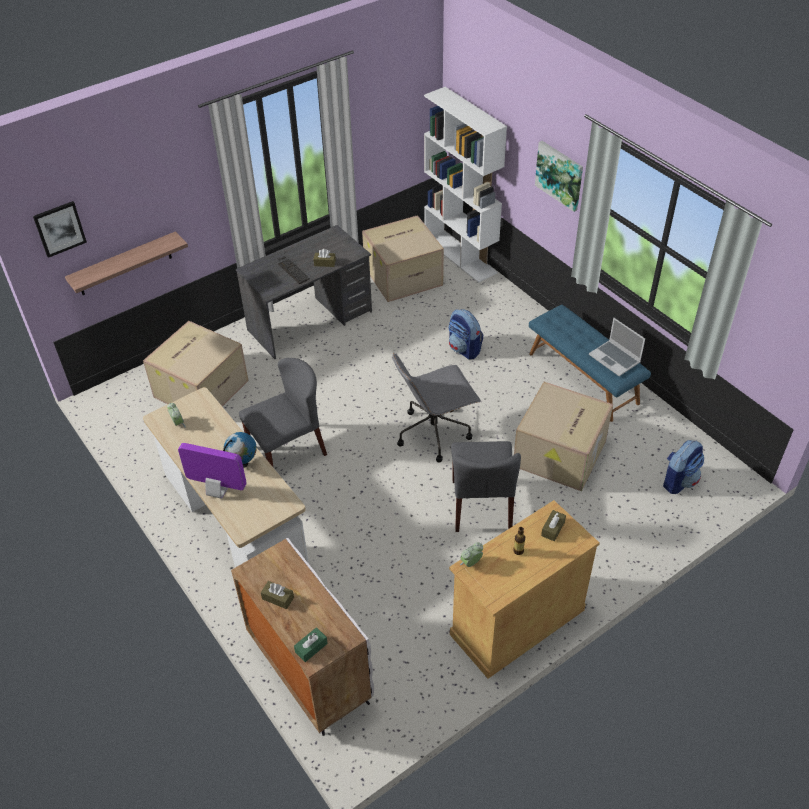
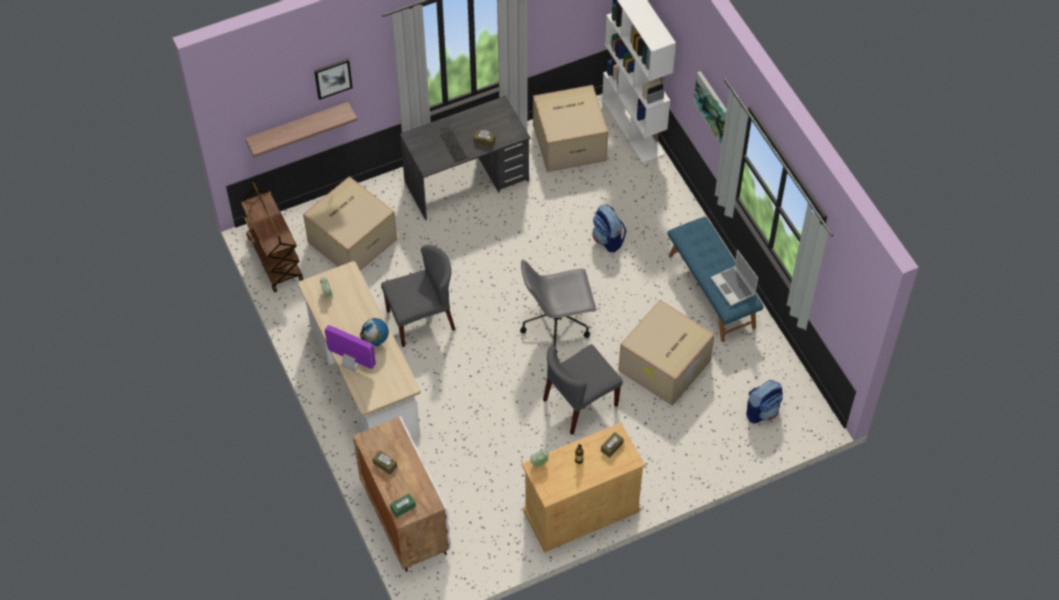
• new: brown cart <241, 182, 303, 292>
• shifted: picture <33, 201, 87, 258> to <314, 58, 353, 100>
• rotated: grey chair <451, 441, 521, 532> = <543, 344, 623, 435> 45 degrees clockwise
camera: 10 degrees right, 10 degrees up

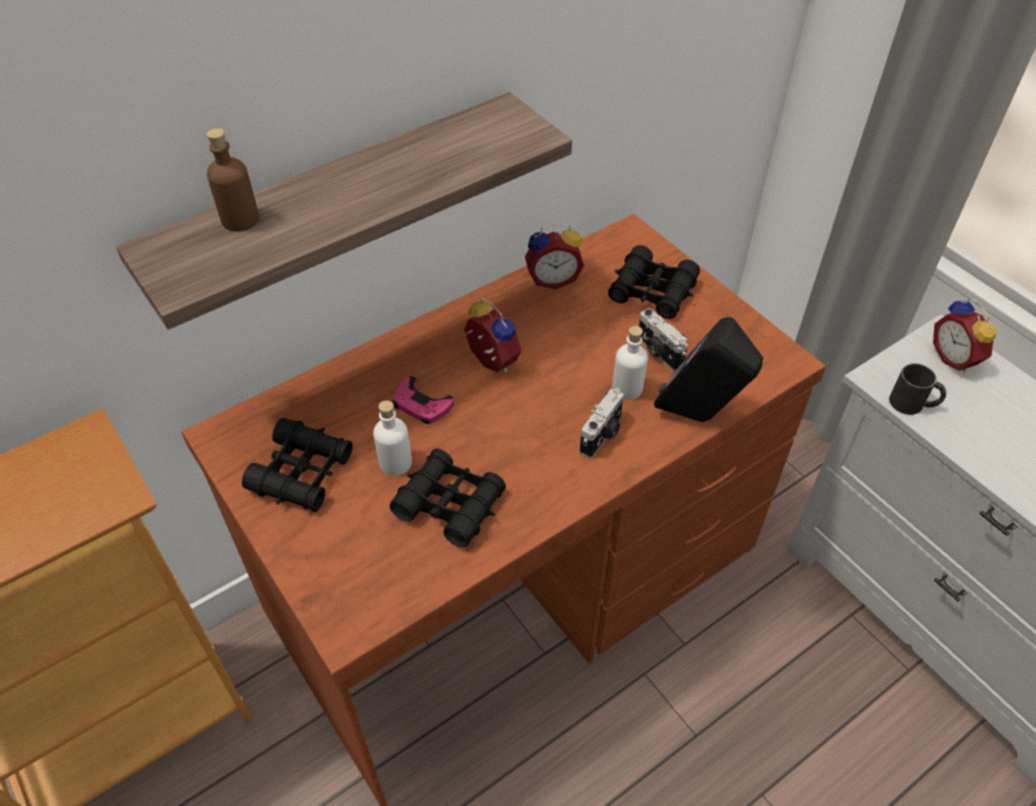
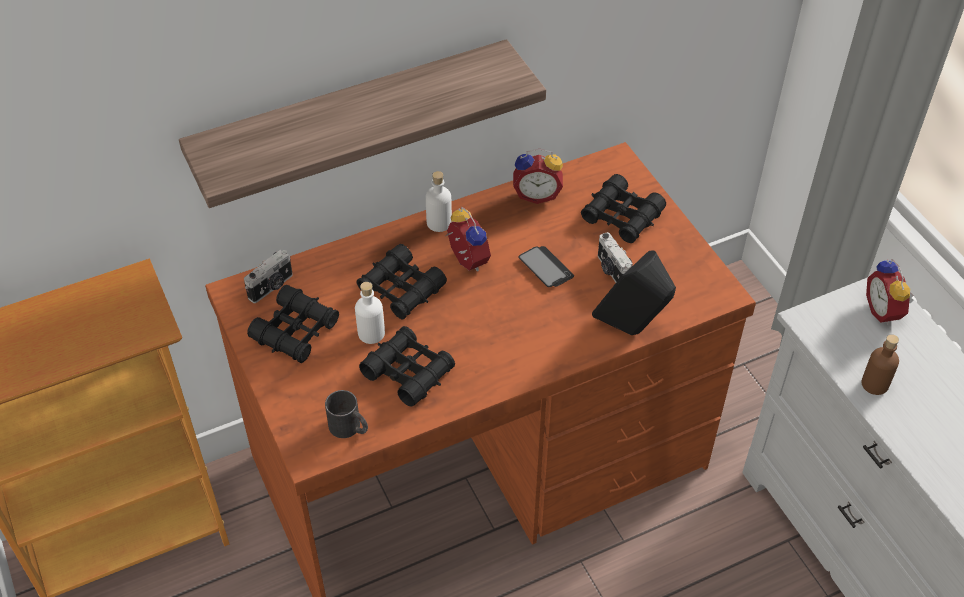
• new: phone <519, 246, 574, 287>
• shifted: brown bottle <207, 128, 259, 231> to <862, 334, 899, 395>
• shifted: photo camera <580, 388, 624, 459> to <244, 250, 293, 303>
• shifted: white bottle <612, 326, 648, 400> to <426, 171, 452, 232>
• shifted: black mug <889, 363, 946, 415> to <325, 390, 368, 438>
• swapped: pink game controller <392, 376, 454, 424> to black binoculars <356, 244, 447, 319>
camera: 10 degrees right, 0 degrees up

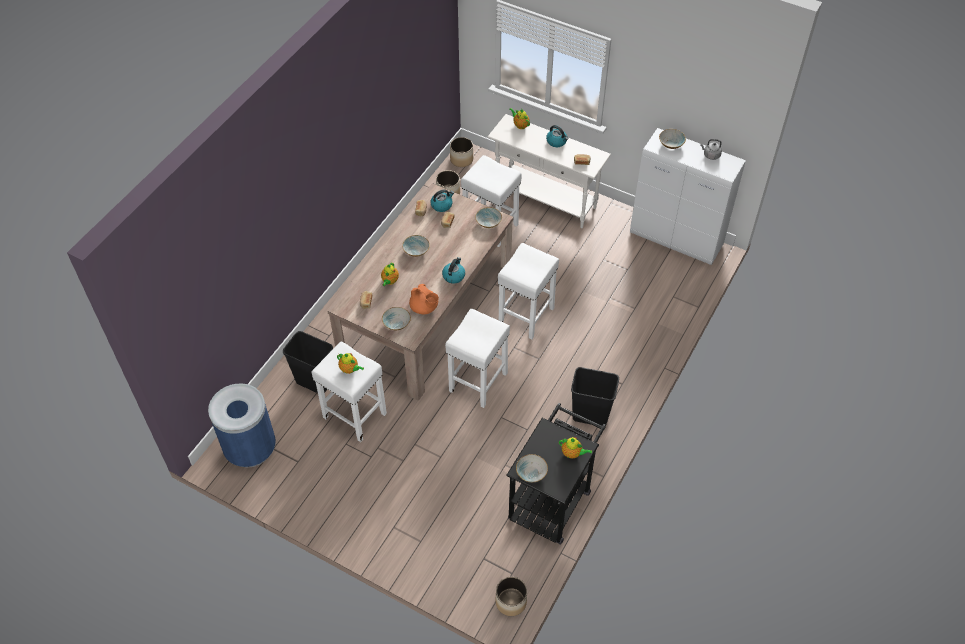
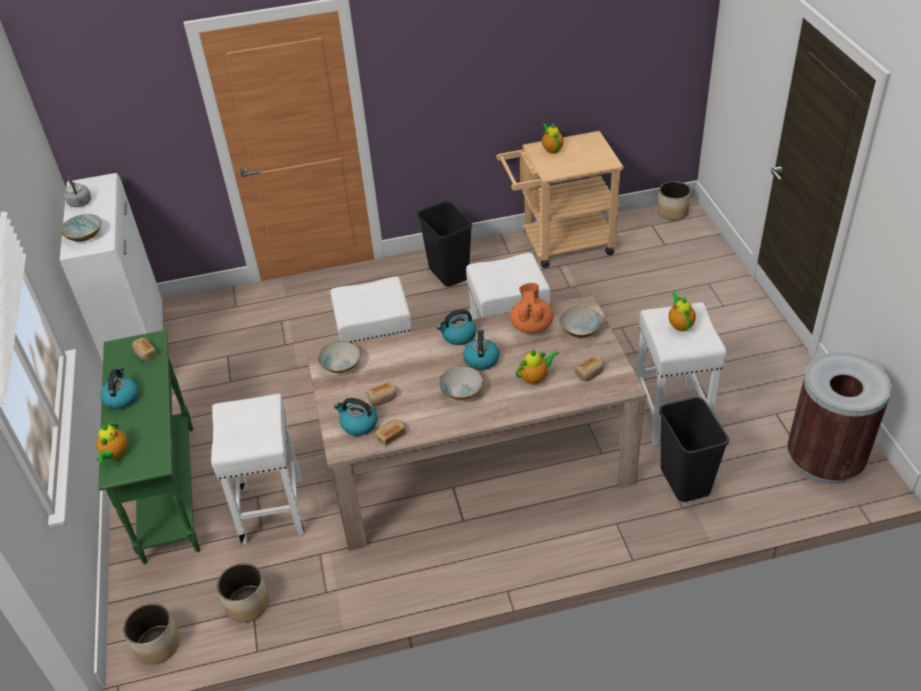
• gone: bowl <516, 454, 548, 482>
• new: kettle <463, 330, 499, 370>
• repainted: blue trash can <208, 383, 276, 467> to brown trash can <787, 352, 892, 484>
• repainted: white console table <488, 114, 611, 228> to green console table <98, 330, 200, 564>
• repainted: black cart <506, 403, 606, 544> to beige cart <496, 131, 624, 268>
camera: 130 degrees left, 10 degrees down

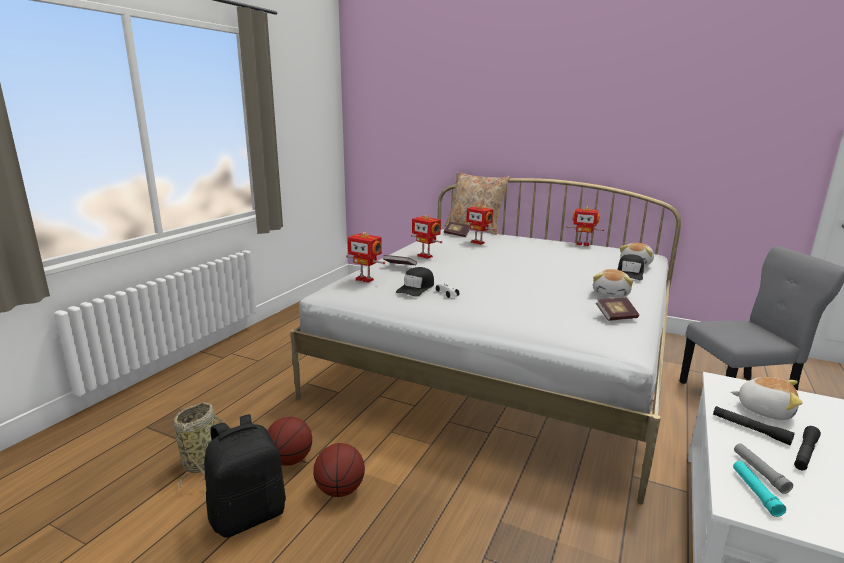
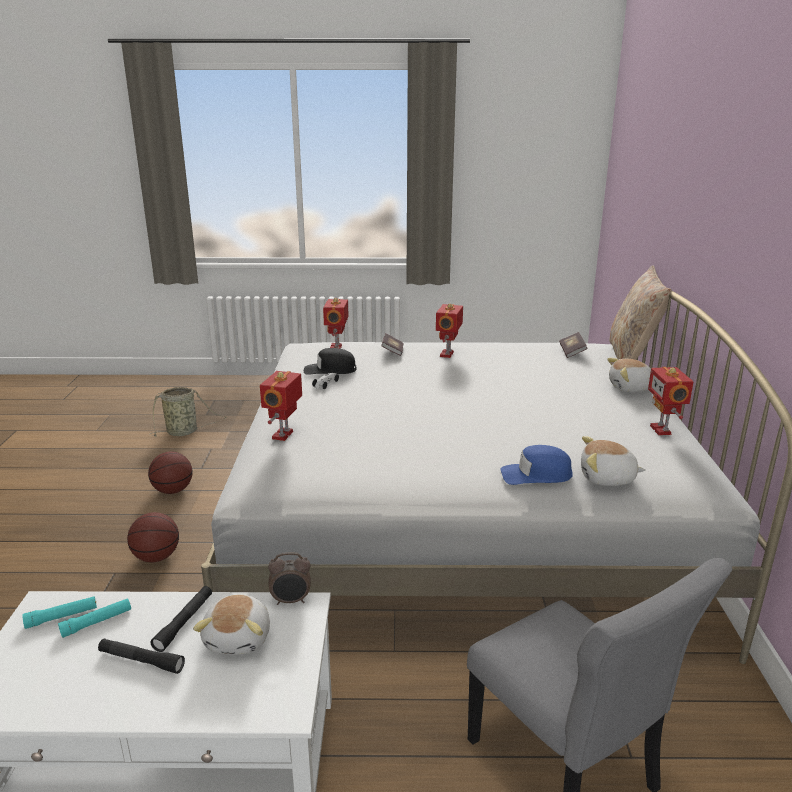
• gone: black backpack <204, 414, 286, 538>
• gone: book <596, 297, 639, 321>
• new: alarm clock <268, 552, 311, 605>
• shifted: basketball <267, 417, 312, 466> to <127, 512, 179, 562>
• shifted: toy robot <464, 205, 495, 245> to <260, 371, 302, 441>
• shifted: plush toy <593, 269, 633, 298> to <607, 358, 651, 392>
• repainted: black cap <617, 254, 644, 280> to blue cap <500, 445, 572, 485>
• repainted: grey flashlight <734, 443, 793, 494> to turquoise flashlight <58, 598, 131, 638>
camera: 65 degrees right, 5 degrees up

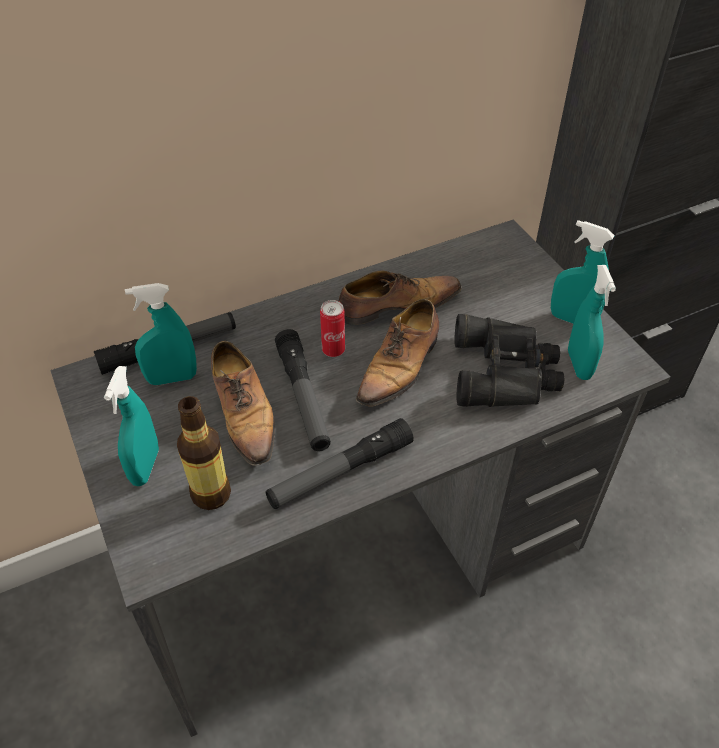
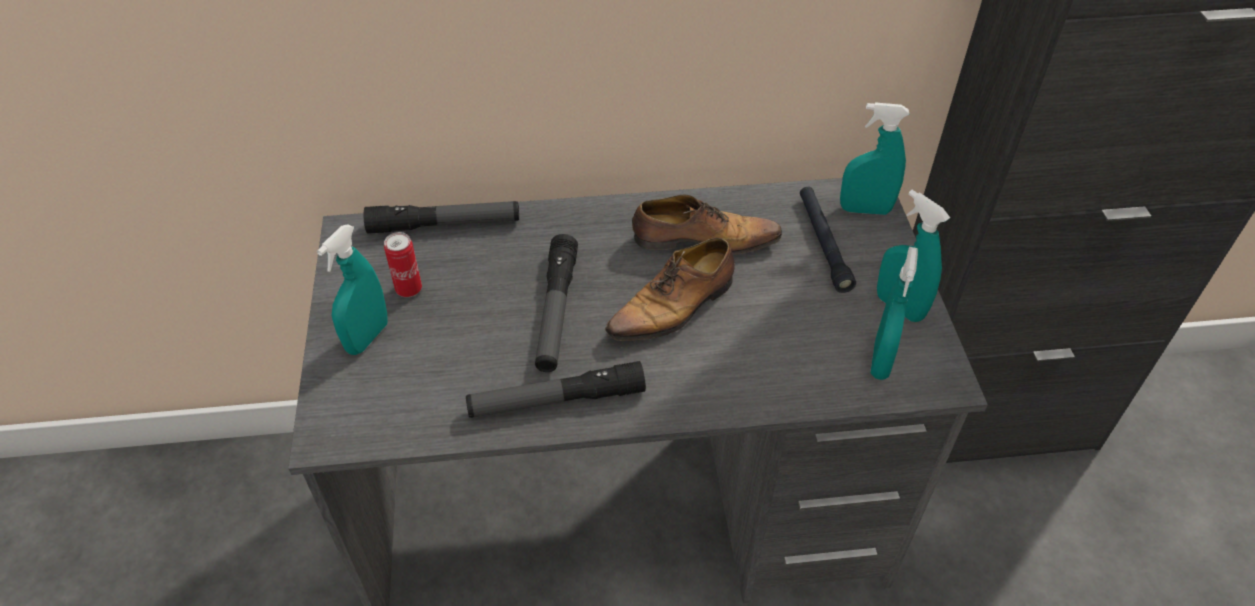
• gone: bottle <177, 396, 231, 510>
• gone: shoe <211, 341, 275, 466>
• gone: black binoculars <454, 314, 565, 407>
• new: black flashlight <800, 187, 856, 293>
• shifted: turquoise spray bottle <125, 283, 197, 385> to <840, 102, 909, 215>
• shifted: can <320, 300, 345, 357> to <384, 232, 422, 297>
camera: 20 degrees right, 0 degrees up

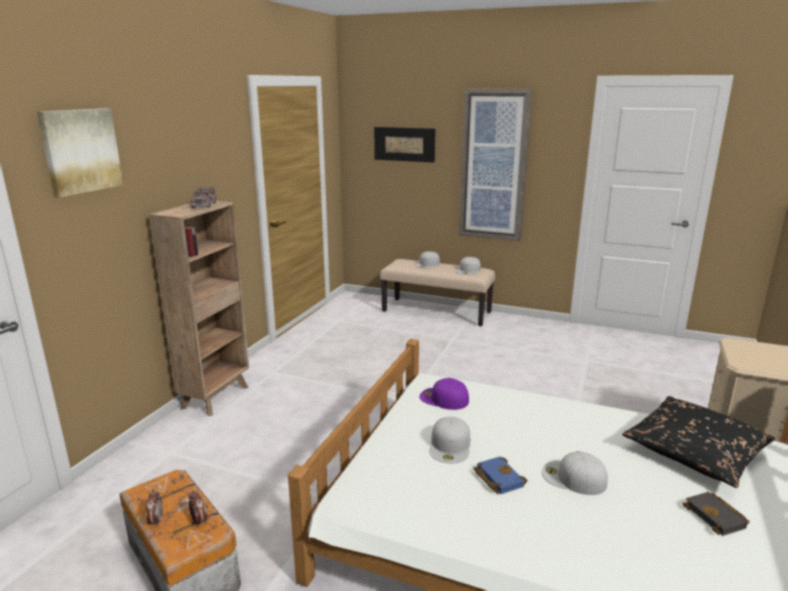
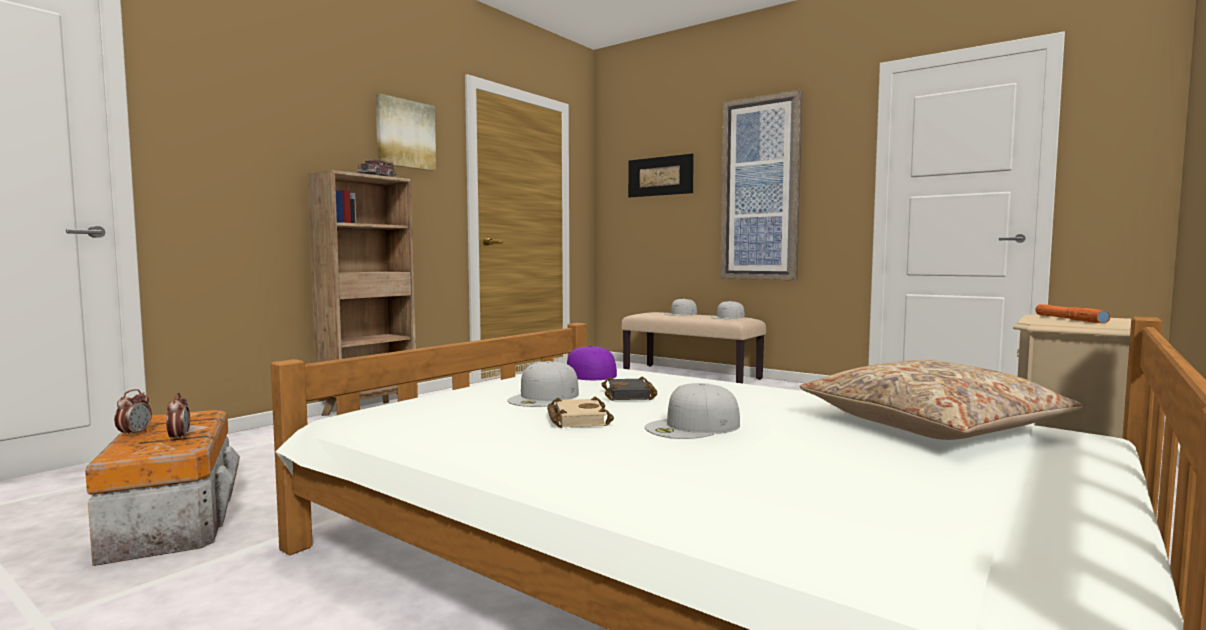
• new: orange flashlight <1036, 304, 1111, 324>
• shifted: picture <37, 108, 123, 198> to <376, 93, 436, 171>
• shifted: black book <682, 492, 750, 536> to <602, 376, 658, 401>
• repainted: blue book <474, 457, 528, 494> to beige book <547, 397, 614, 428>
• repainted: black pillow <622, 396, 775, 488> to beige pillow <800, 360, 1083, 440>
• rotated: white cap <542, 451, 608, 495> = <645, 383, 740, 439> 75 degrees counterclockwise
camera: 15 degrees right, 15 degrees down

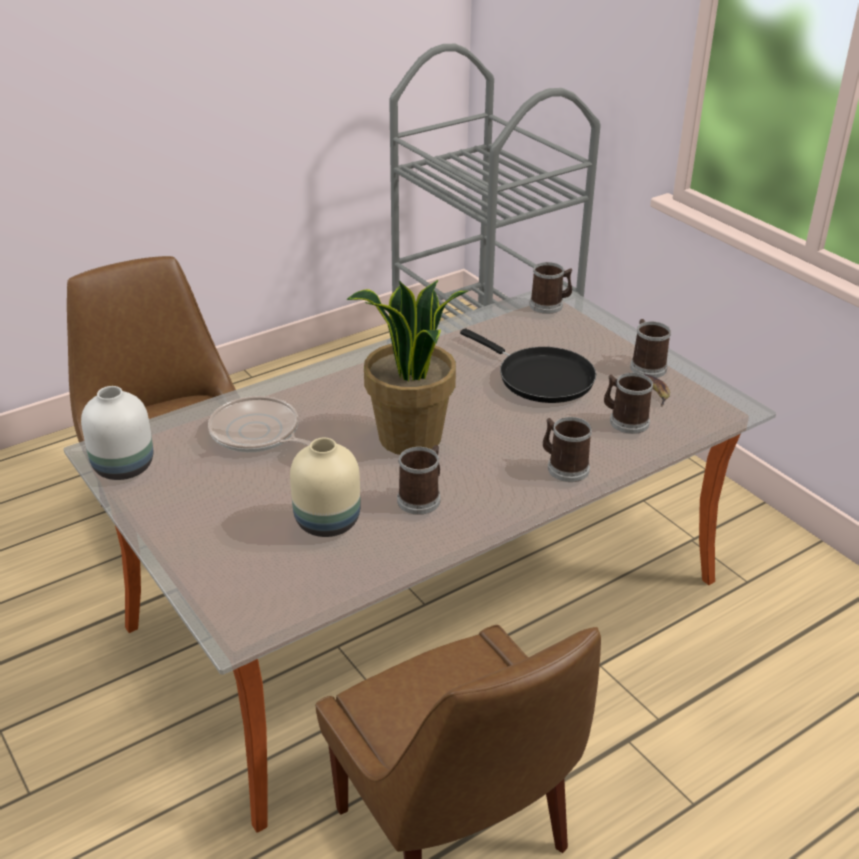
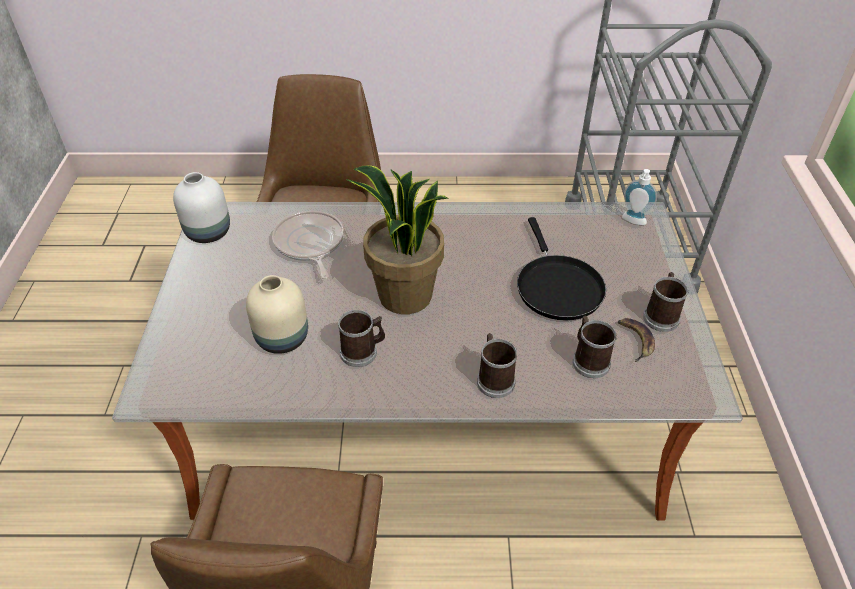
• swapped: mug <529, 262, 572, 314> to soap dispenser <622, 169, 657, 225>
camera: 35 degrees right, 10 degrees up

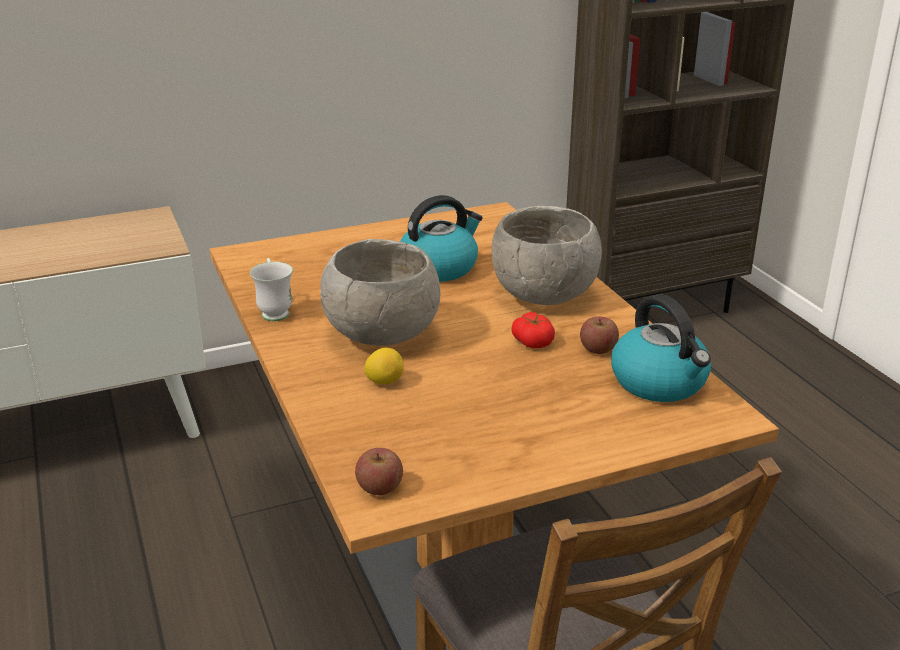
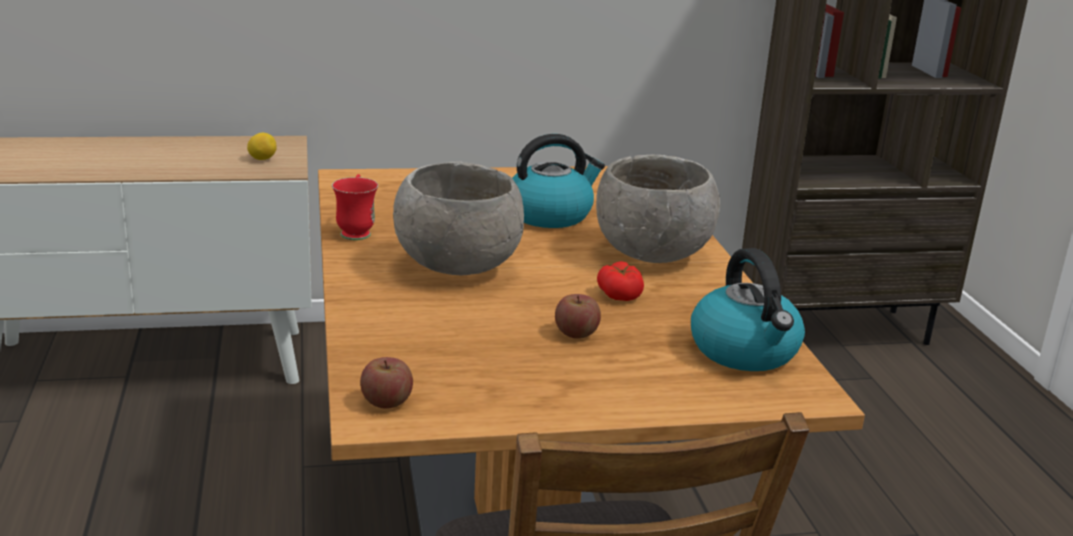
• shifted: lemon <364, 348, 404, 385> to <247, 133, 277, 160>
• shifted: apple <580, 316, 619, 354> to <555, 294, 601, 339>
• repainted: white mug <250, 258, 293, 321> to red mug <332, 174, 378, 240>
camera: 10 degrees right, 5 degrees down

